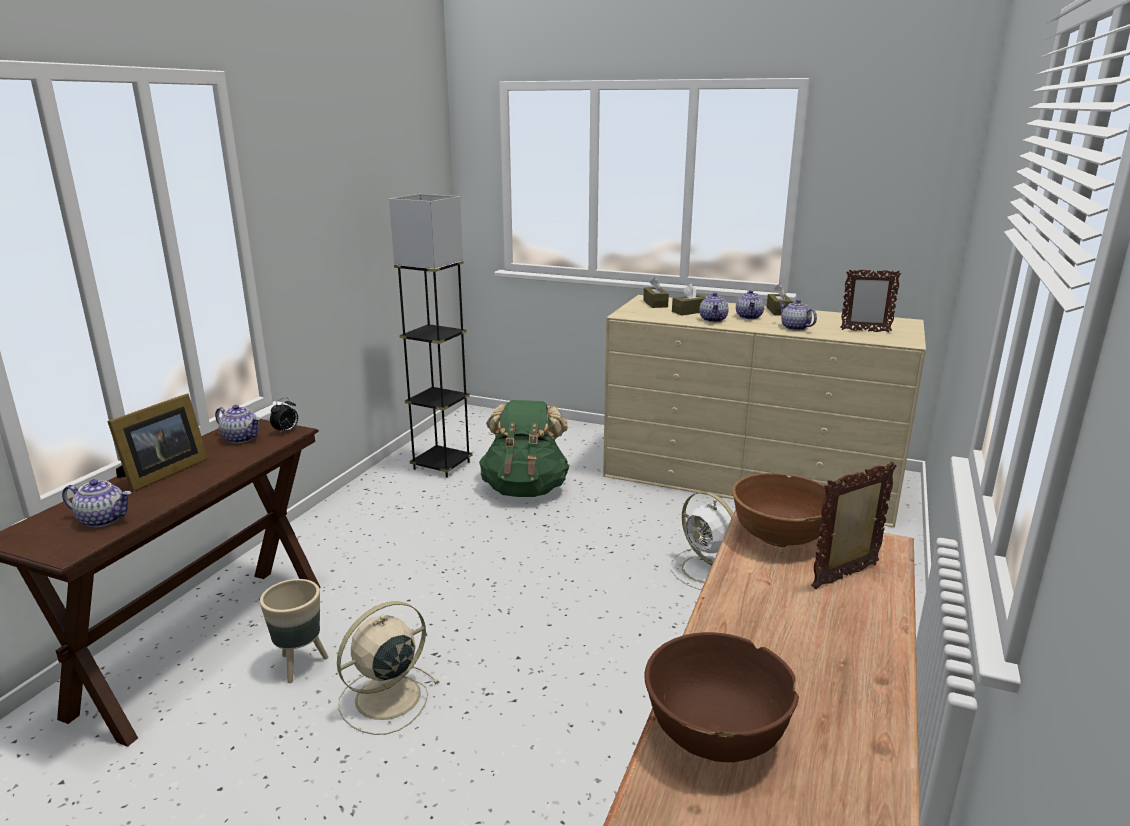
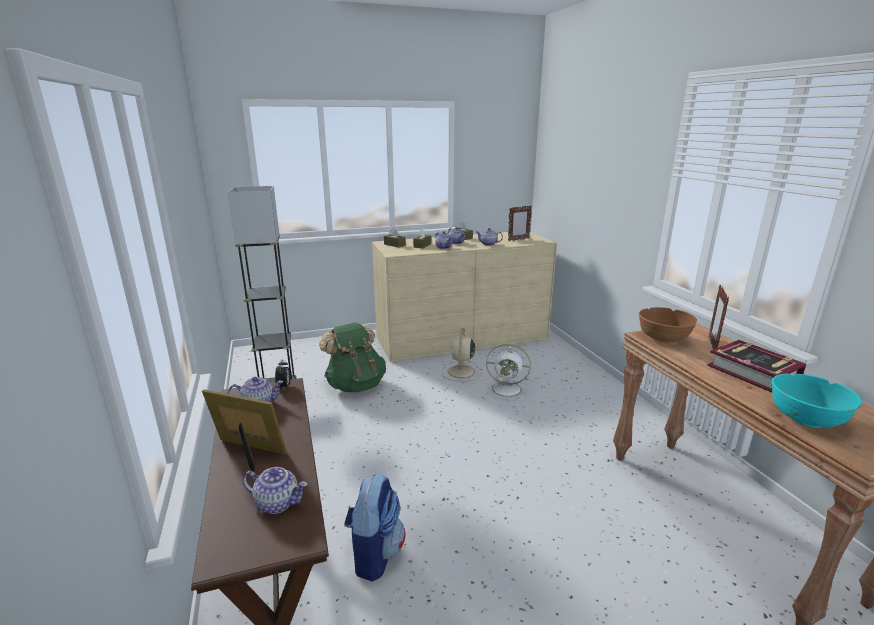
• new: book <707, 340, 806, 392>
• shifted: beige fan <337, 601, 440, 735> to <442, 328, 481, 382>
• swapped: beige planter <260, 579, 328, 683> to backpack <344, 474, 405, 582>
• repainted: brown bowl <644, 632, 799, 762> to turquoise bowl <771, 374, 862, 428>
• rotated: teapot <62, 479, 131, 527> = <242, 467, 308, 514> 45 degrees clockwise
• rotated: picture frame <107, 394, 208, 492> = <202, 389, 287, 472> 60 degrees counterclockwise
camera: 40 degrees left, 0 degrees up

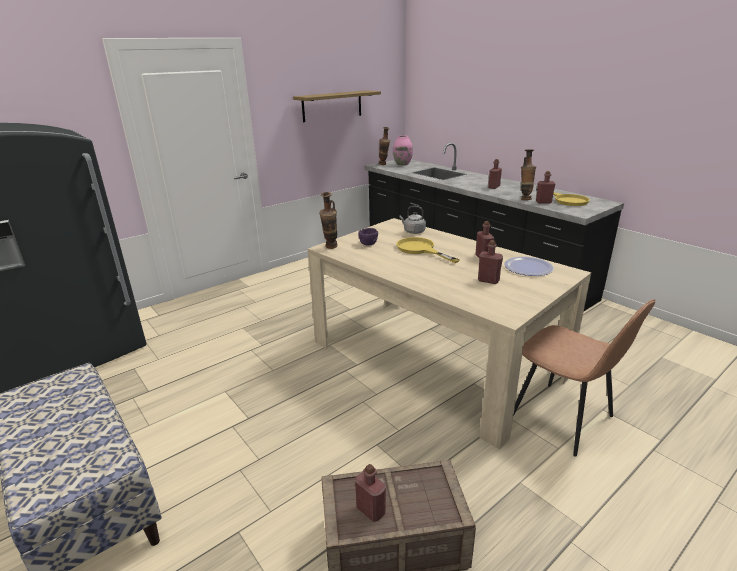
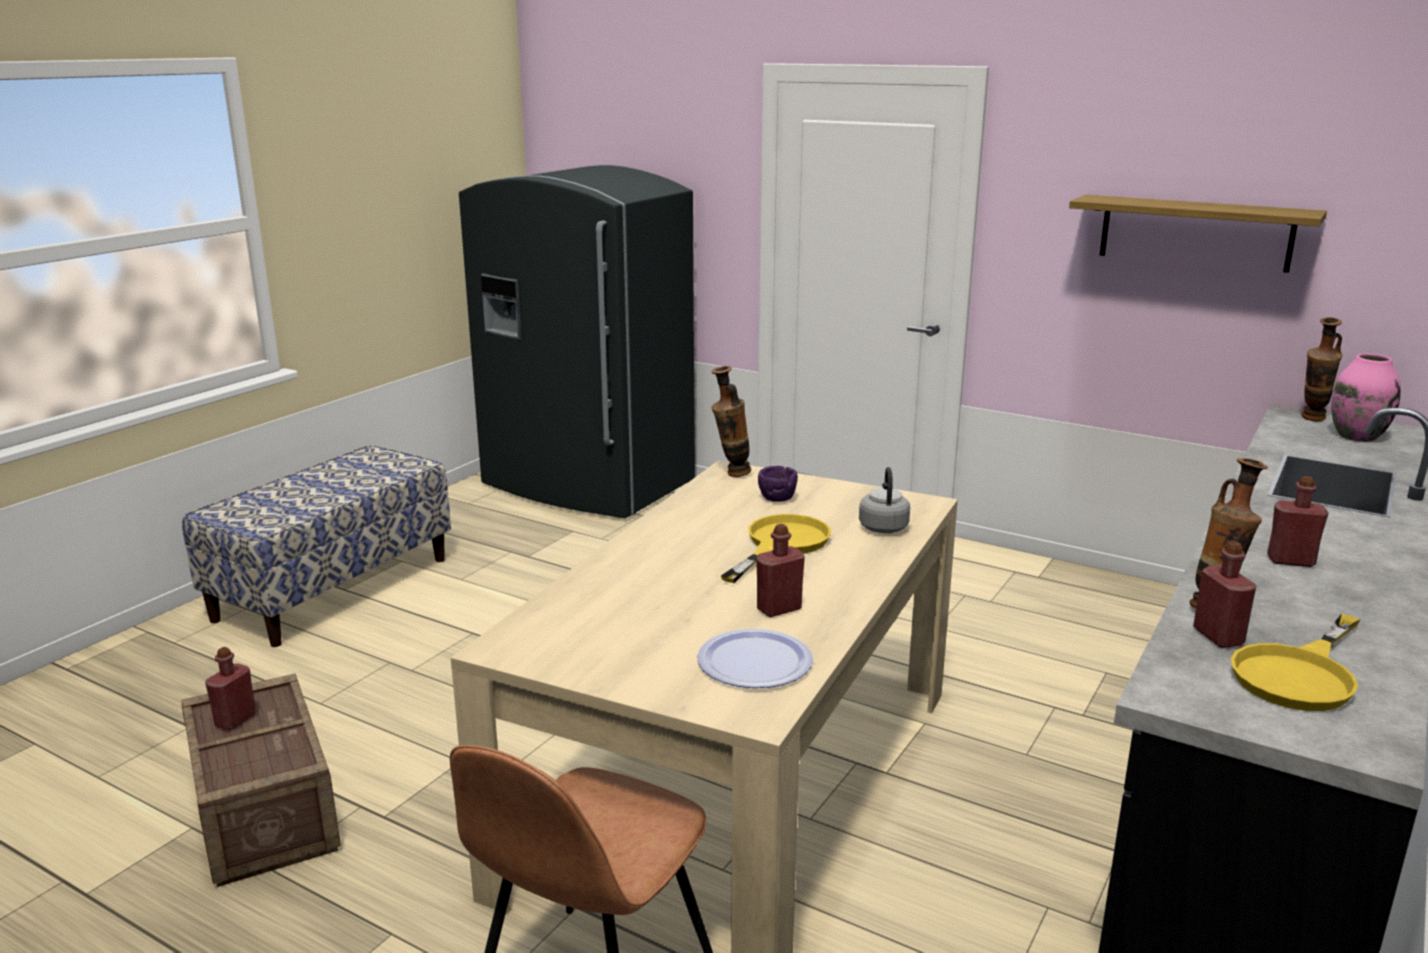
• gone: red bottle <478, 240, 503, 284>
camera: 70 degrees right, 5 degrees down

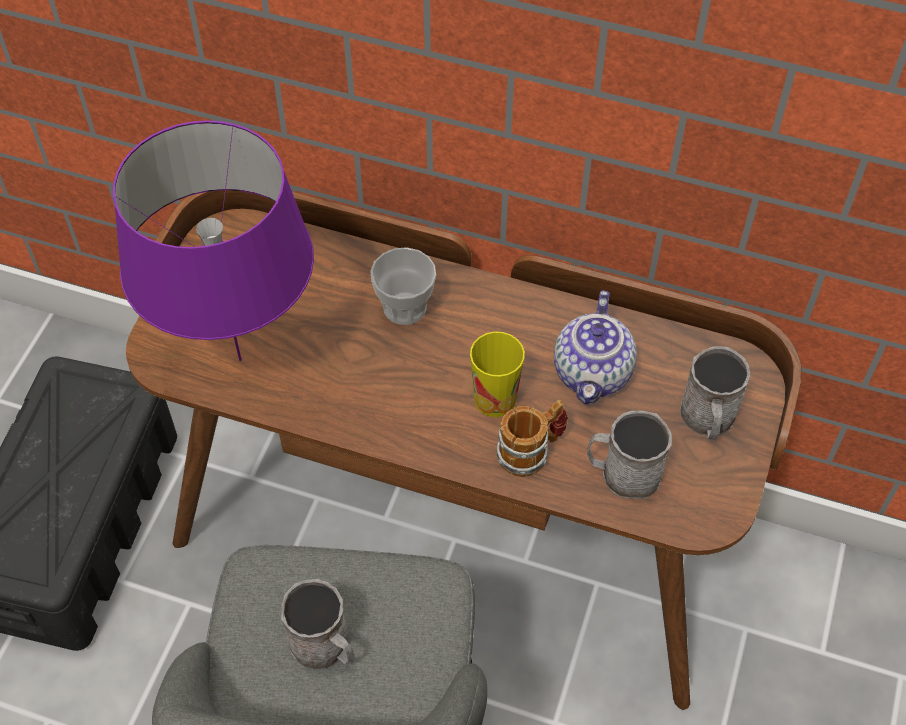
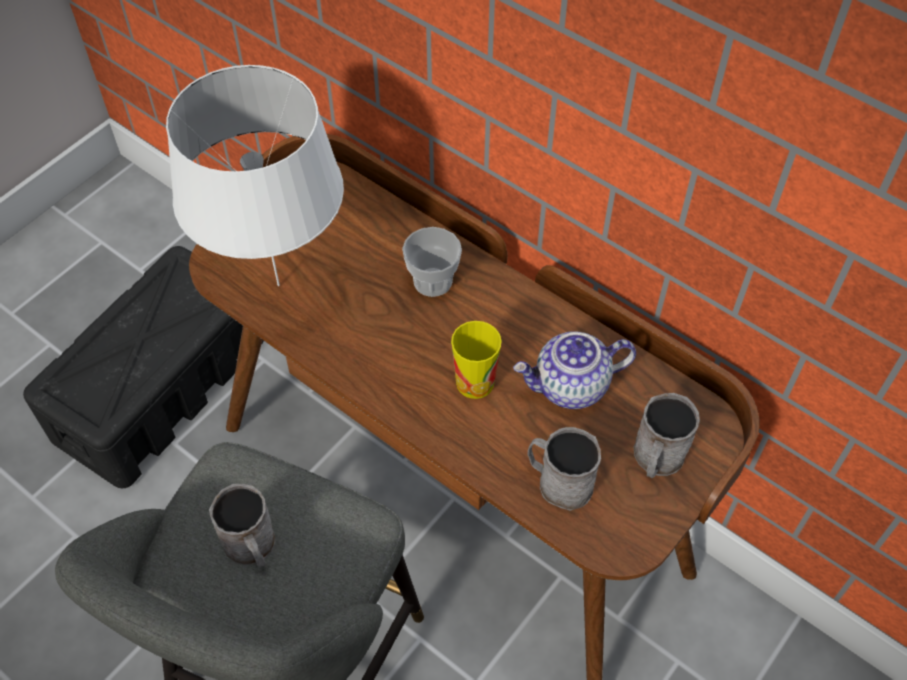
• gone: mug <497, 400, 568, 477>
• repainted: purple table lamp <113, 120, 314, 361> to white table lamp <166, 65, 344, 286>
• rotated: teapot <554, 291, 637, 405> = <513, 331, 636, 409> 45 degrees clockwise
camera: 20 degrees right, 0 degrees up

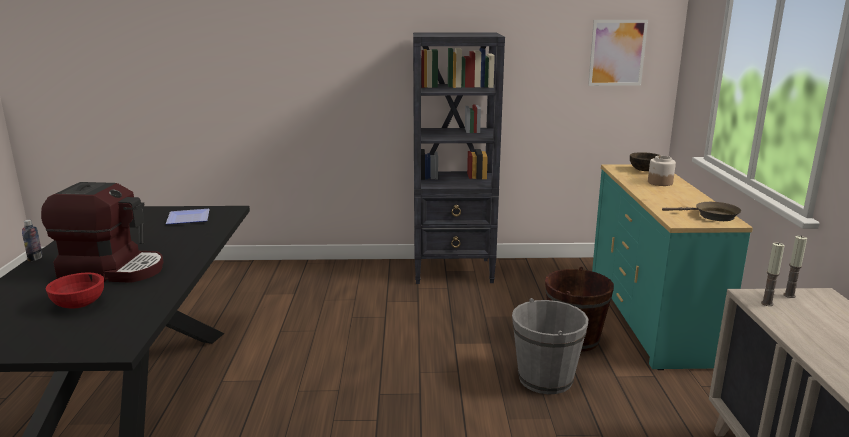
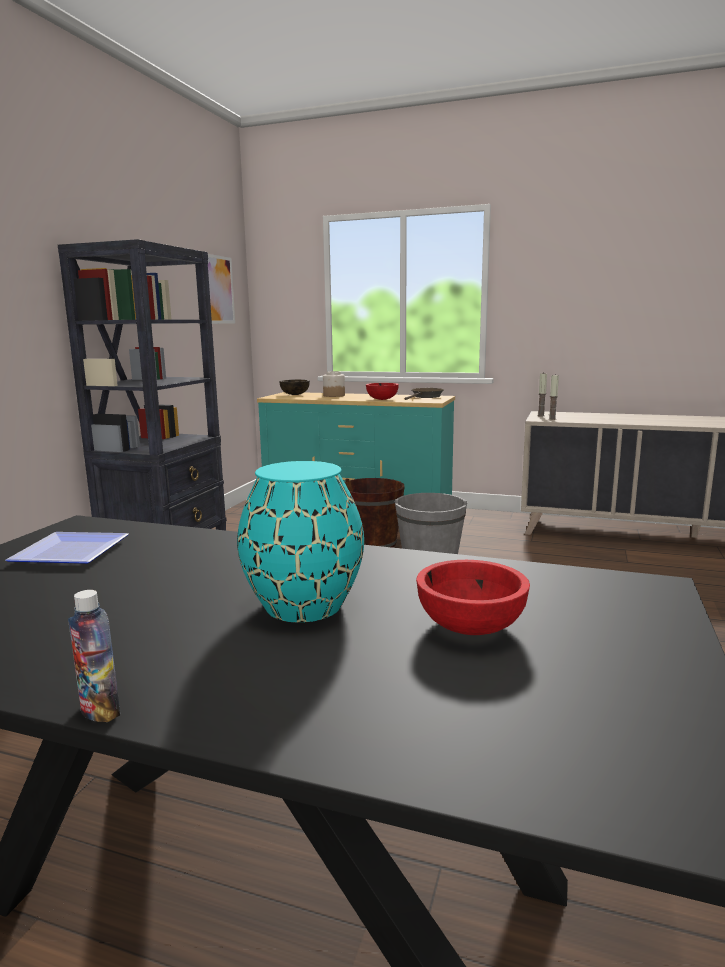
• new: red bowl <366, 383, 399, 400>
• swapped: coffee machine <41, 182, 163, 283> to turquoise vase <237, 461, 364, 623>
camera: 70 degrees left, 5 degrees down

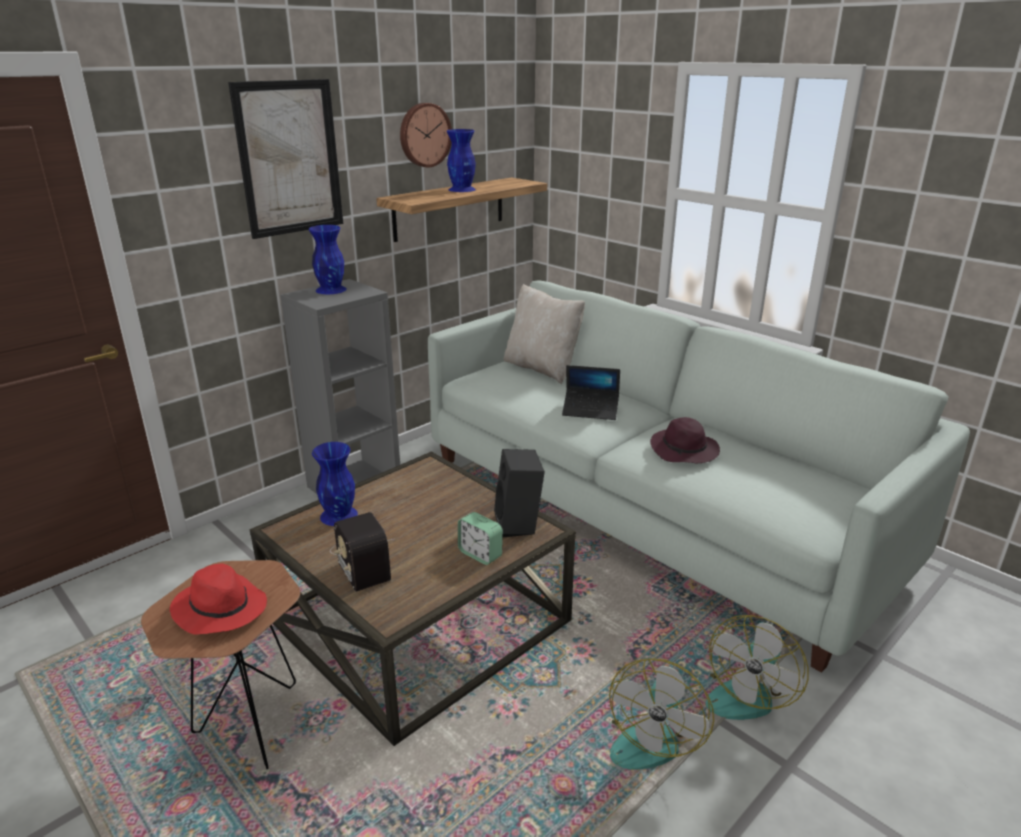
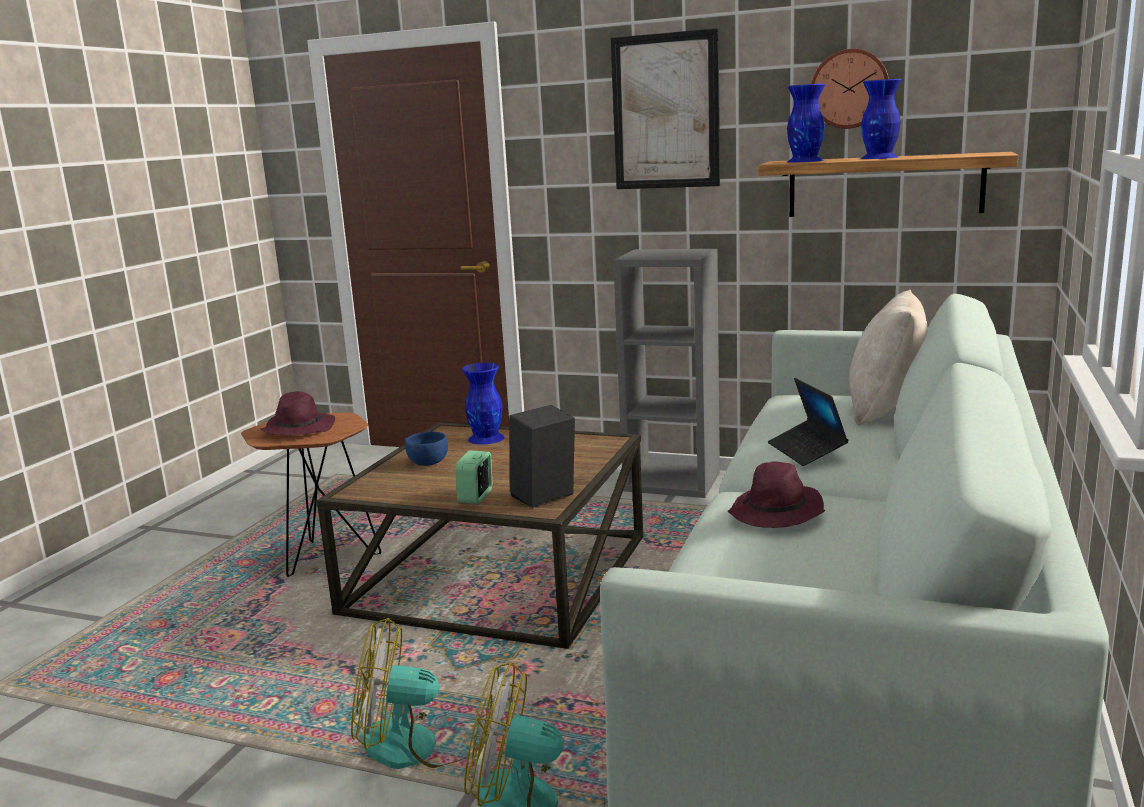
• shifted: blue vase <309, 225, 347, 294> to <787, 84, 825, 162>
• swapped: radio <330, 512, 395, 592> to blue bowl <405, 431, 448, 466>
• repainted: red hat <170, 564, 267, 635> to purple hat <261, 391, 335, 436>
camera: 65 degrees right, 10 degrees down

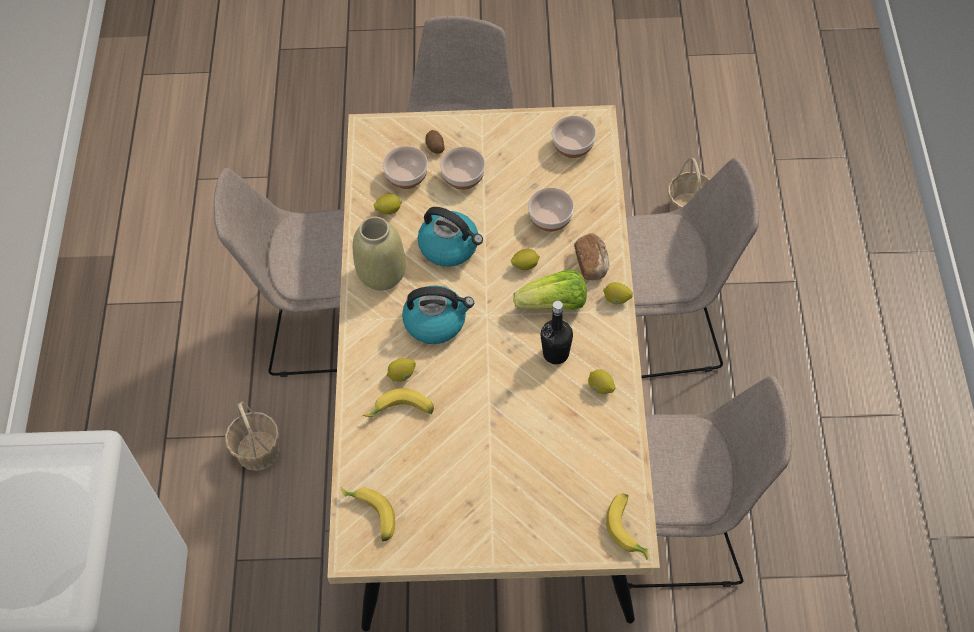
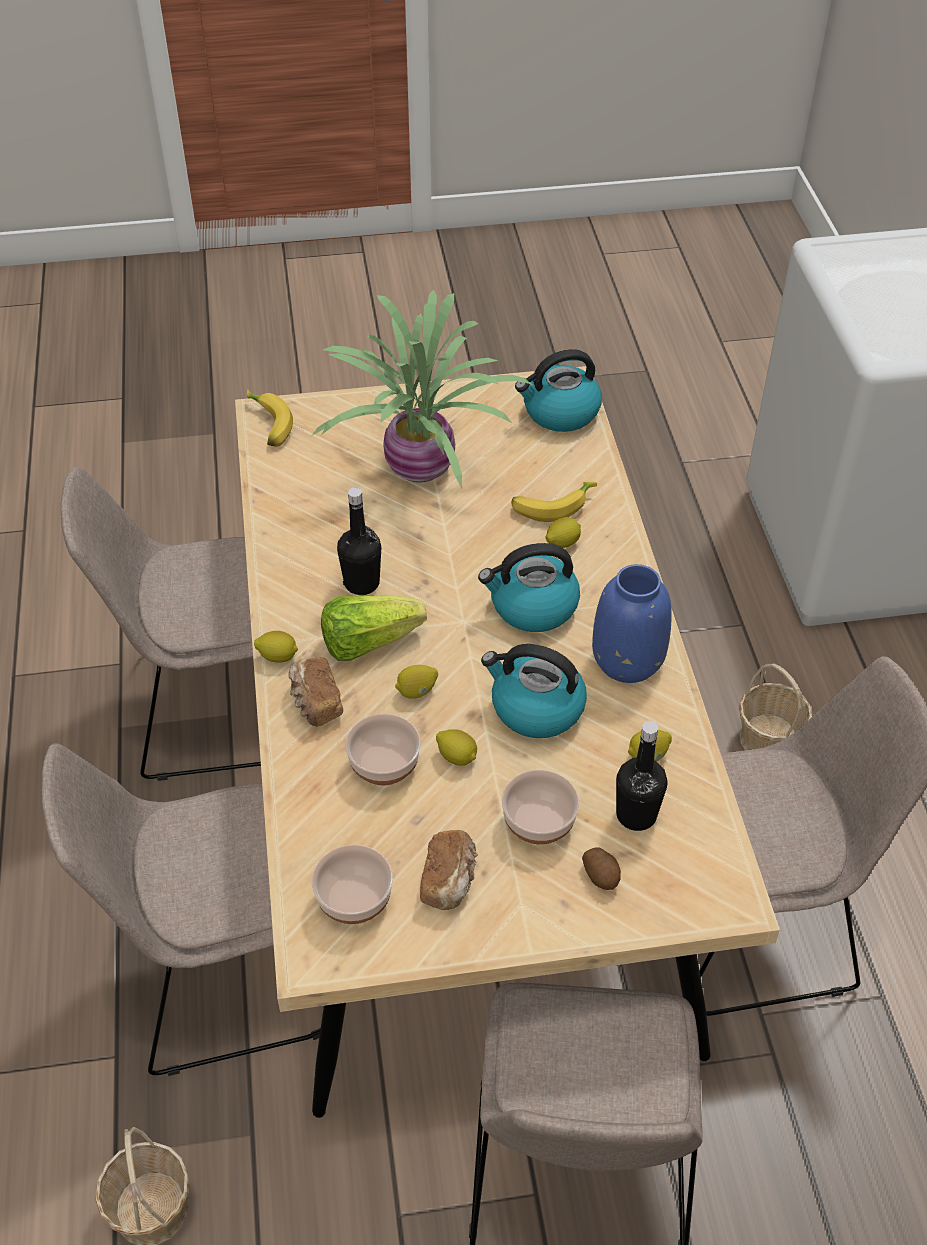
• new: potted plant <312, 290, 534, 488>
• new: bread <420, 830, 478, 910>
• shifted: lemon <588, 369, 616, 394> to <436, 729, 477, 766>
• swapped: banana <341, 487, 395, 542> to kettle <515, 349, 602, 432>
• swapped: bowl <383, 146, 428, 189> to black bottle <616, 721, 668, 831>
• repainted: beige vase <353, 217, 406, 291> to blue vase <592, 564, 672, 683>
camera: 170 degrees right, 10 degrees down

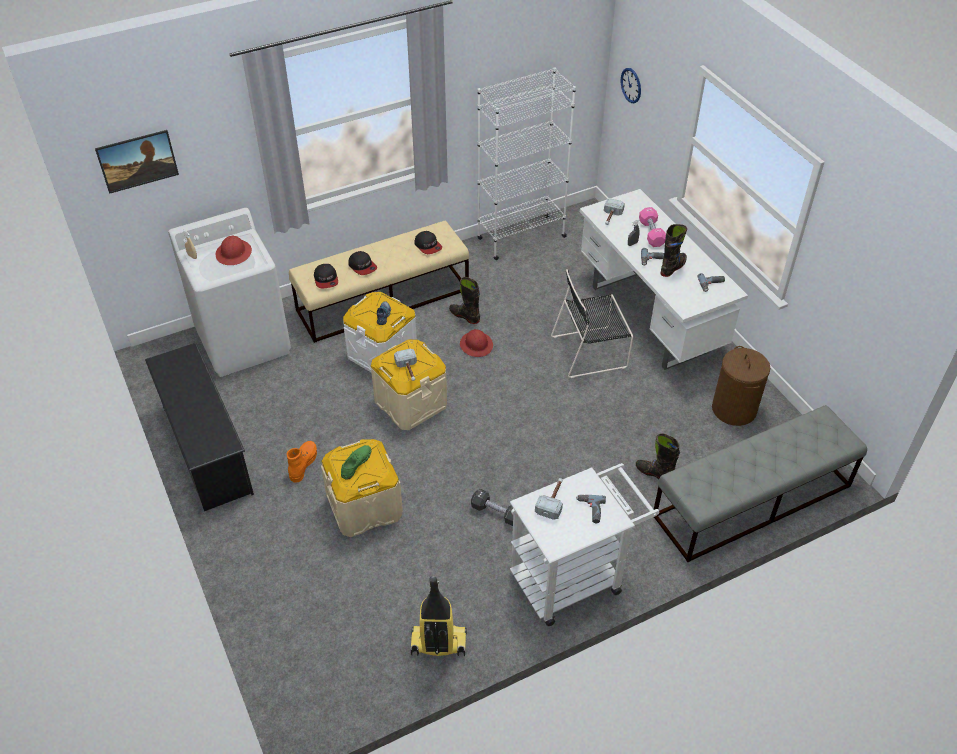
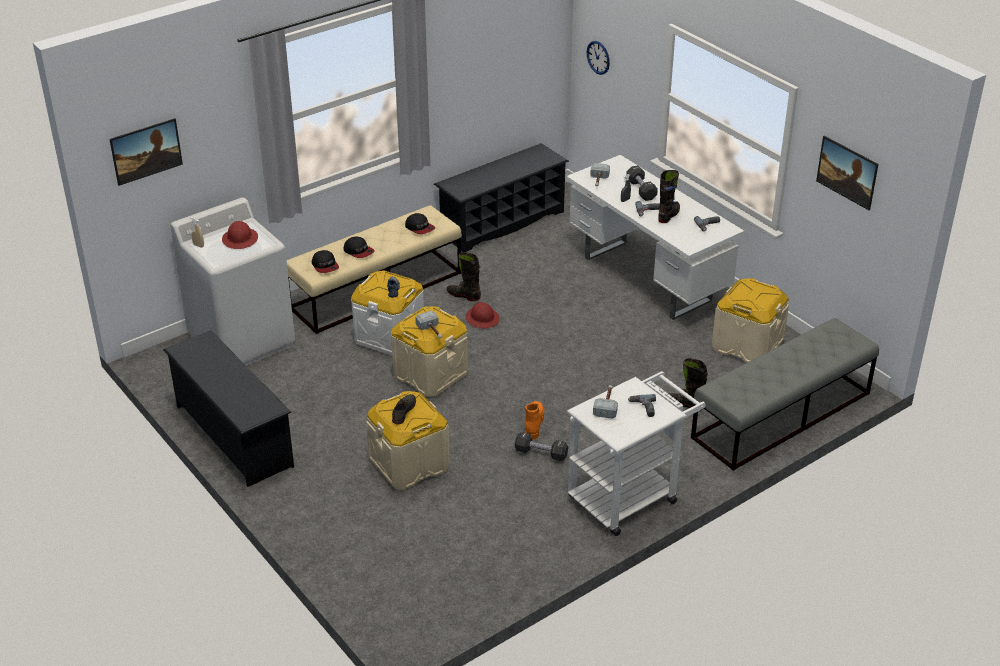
• gone: vacuum cleaner <410, 576, 467, 656>
• gone: black chair <551, 269, 633, 378>
• new: picture <816, 136, 879, 210>
• shifted: orange boot <287, 441, 317, 483> to <525, 401, 544, 439>
• swapped: white bookcase <477, 67, 576, 260> to black shoe rack <434, 143, 569, 252>
• swapped: brown laundry basket <712, 346, 770, 426> to beige storage box <712, 278, 789, 362>
• repainted: green shoe <341, 445, 372, 479> to grey shoe <392, 394, 416, 424>
• repainted: pink dumbbell <639, 207, 666, 247> to black dumbbell <626, 166, 658, 201>
camera: 10 degrees left, 10 degrees down

